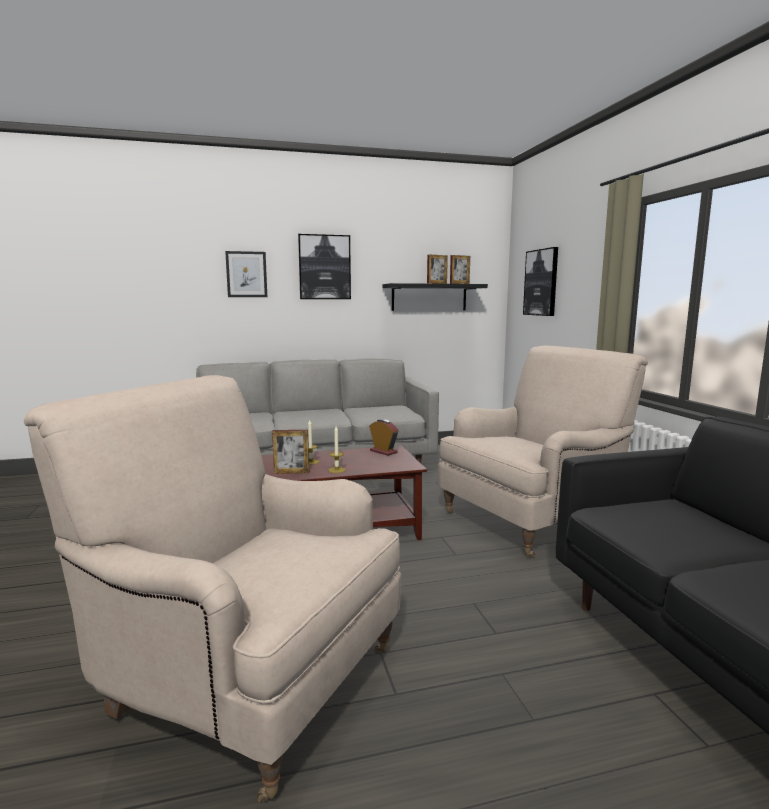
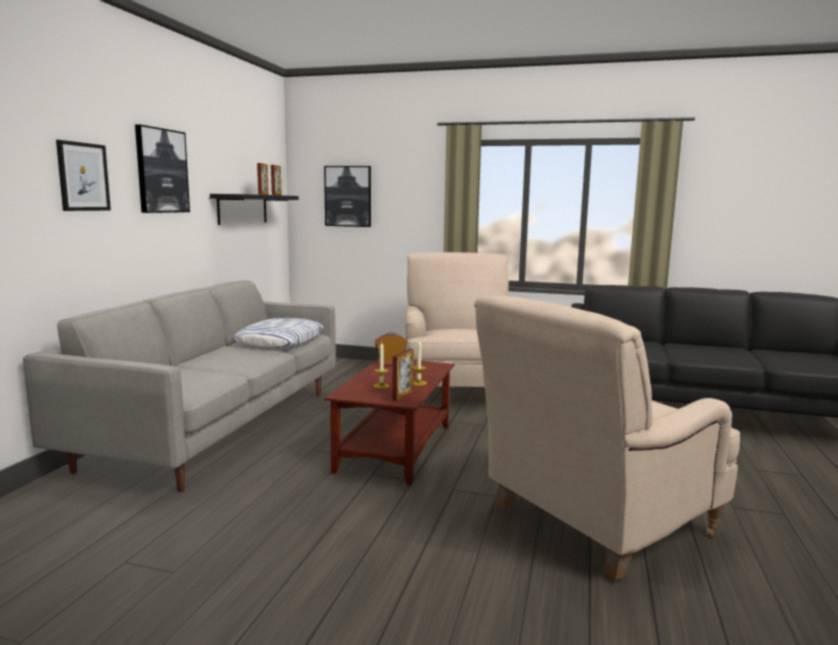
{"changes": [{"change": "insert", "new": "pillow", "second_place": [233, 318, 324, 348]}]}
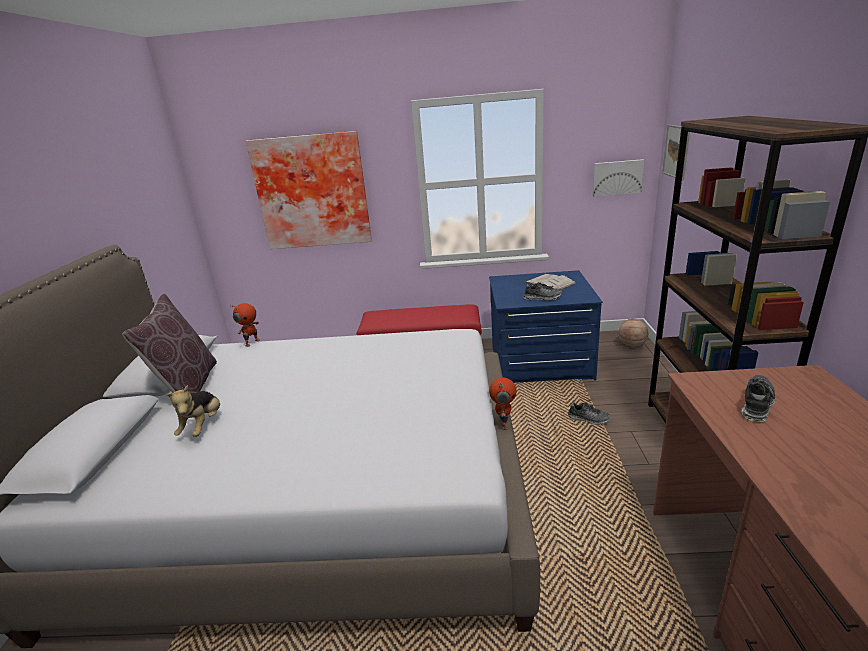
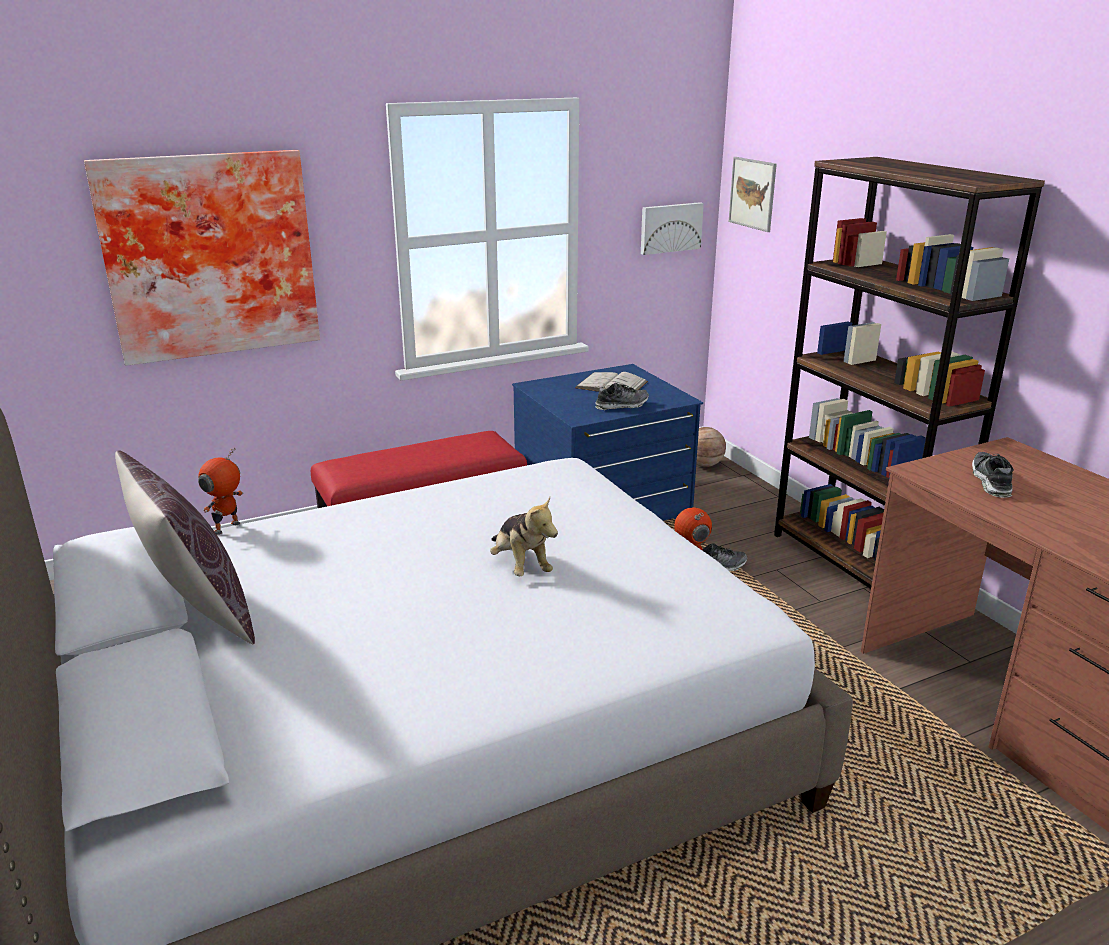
{"changes": [{"change": "move", "old": "plush toy", "first_place": [166, 385, 220, 437], "second_place": [490, 497, 558, 576]}, {"change": "rotate", "old": "toy robot", "first_place": [230, 303, 260, 347], "second_place": [198, 448, 243, 535], "degrees": -150}]}
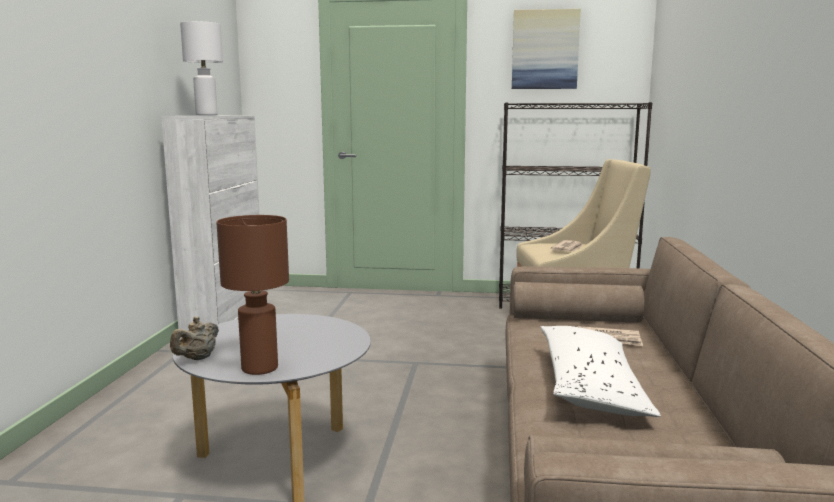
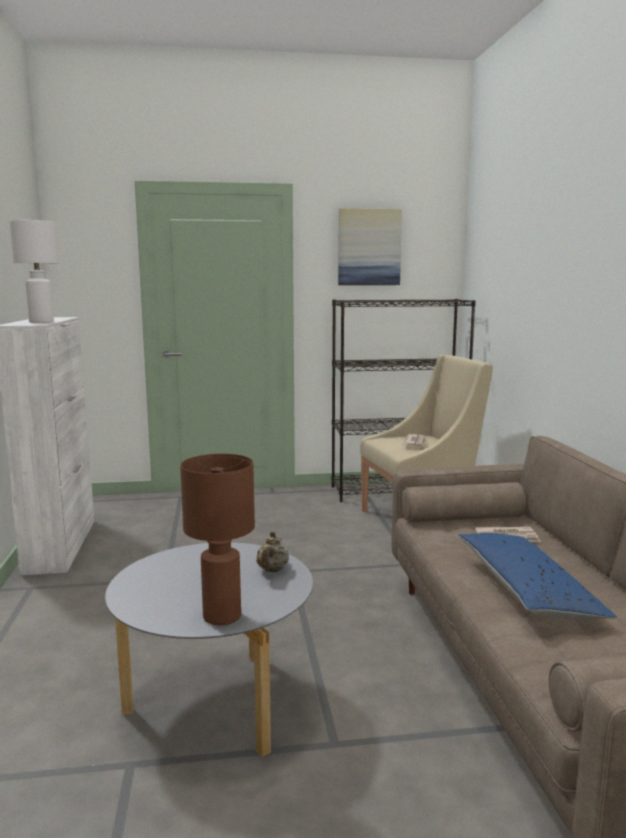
{"changes": [{"change": "move", "old": "beige teapot", "first_place": [170, 317, 219, 360], "second_place": [256, 531, 289, 572]}, {"change": "recolor", "old": "white pillow", "new": "blue pillow", "first_place": [540, 326, 661, 417], "second_place": [458, 533, 617, 620]}]}
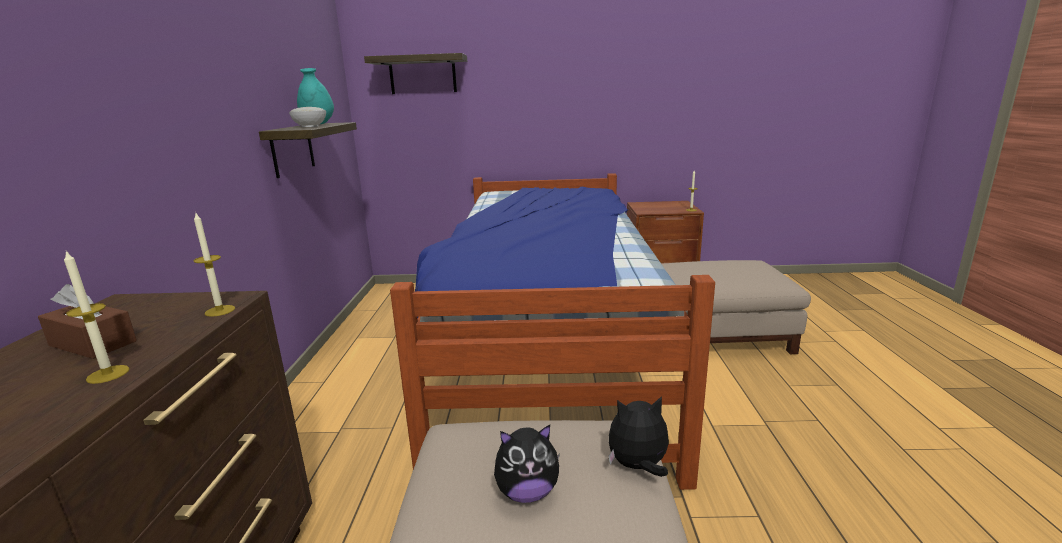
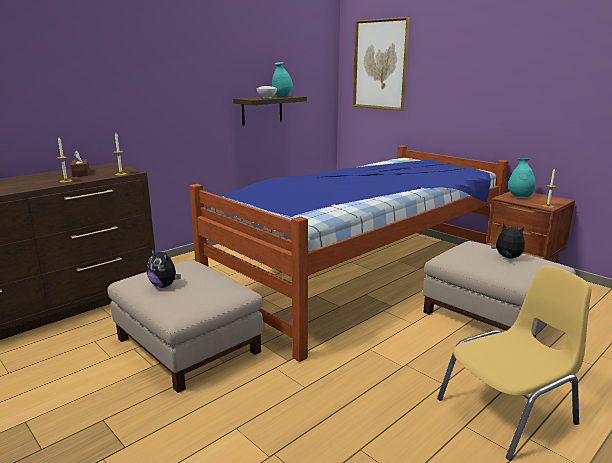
{"changes": [{"change": "insert", "new": "yellow chair", "second_place": [437, 265, 592, 461]}, {"change": "insert", "new": "turquoise vase", "second_place": [508, 158, 536, 197]}, {"change": "move", "old": "plush toy", "first_place": [608, 396, 669, 477], "second_place": [492, 223, 525, 259]}, {"change": "replace", "old": "shelf", "new": "picture", "first_place": [364, 53, 467, 94], "second_place": [353, 17, 410, 111]}]}
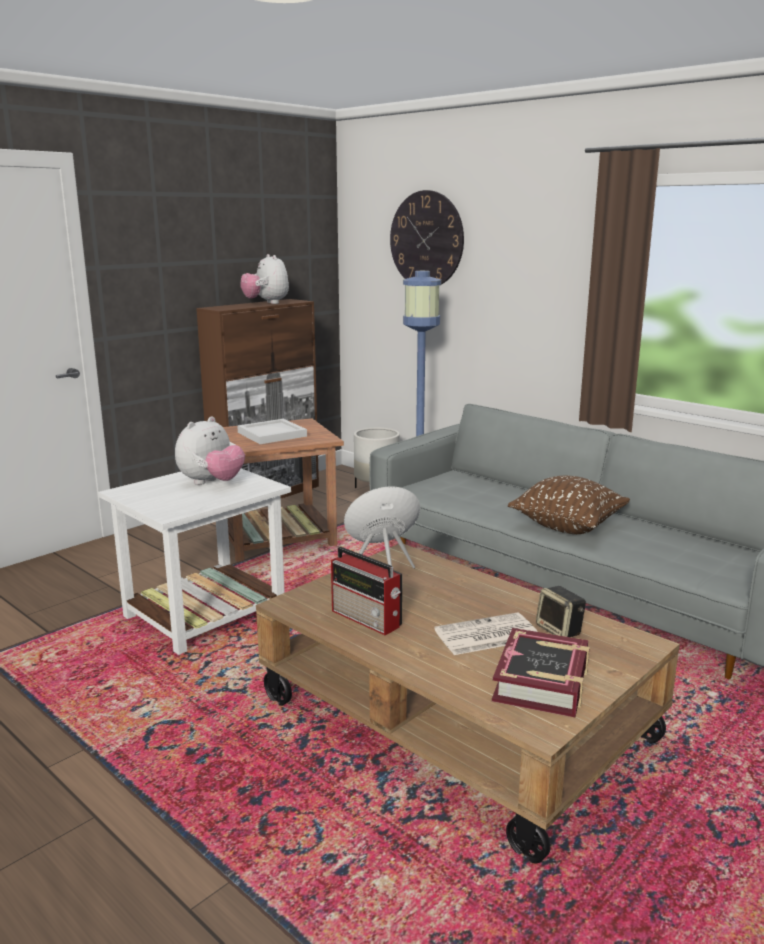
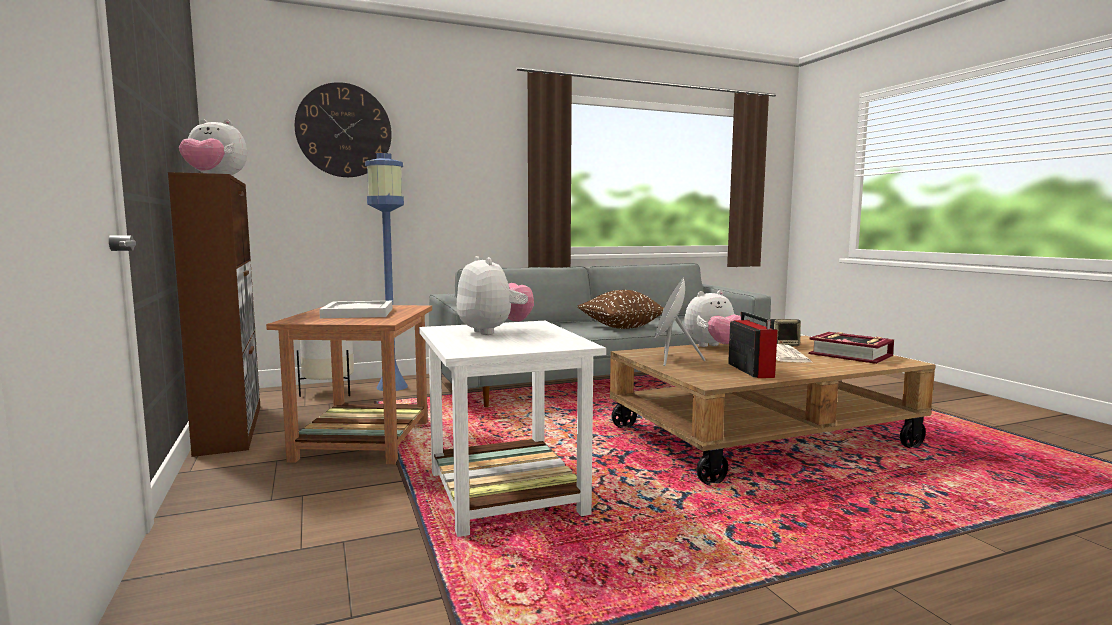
{"changes": [{"change": "insert", "new": "plush toy", "second_place": [685, 290, 741, 347]}, {"change": "rotate", "old": "radio", "first_place": [331, 547, 402, 635], "second_place": [728, 312, 778, 378], "degrees": -75}]}
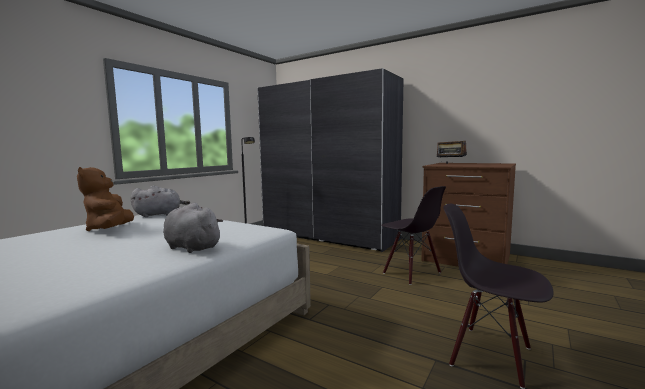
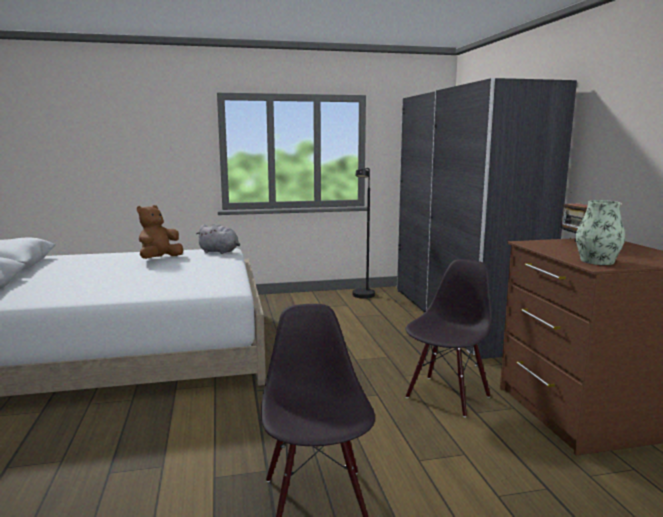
{"changes": [{"change": "delete", "old": "grey plush toy", "first_place": [163, 203, 223, 253]}, {"change": "insert", "new": "vase", "second_place": [576, 200, 625, 265]}, {"change": "rotate", "old": "black chair", "first_place": [381, 186, 446, 285], "second_place": [406, 259, 492, 417], "degrees": -150}]}
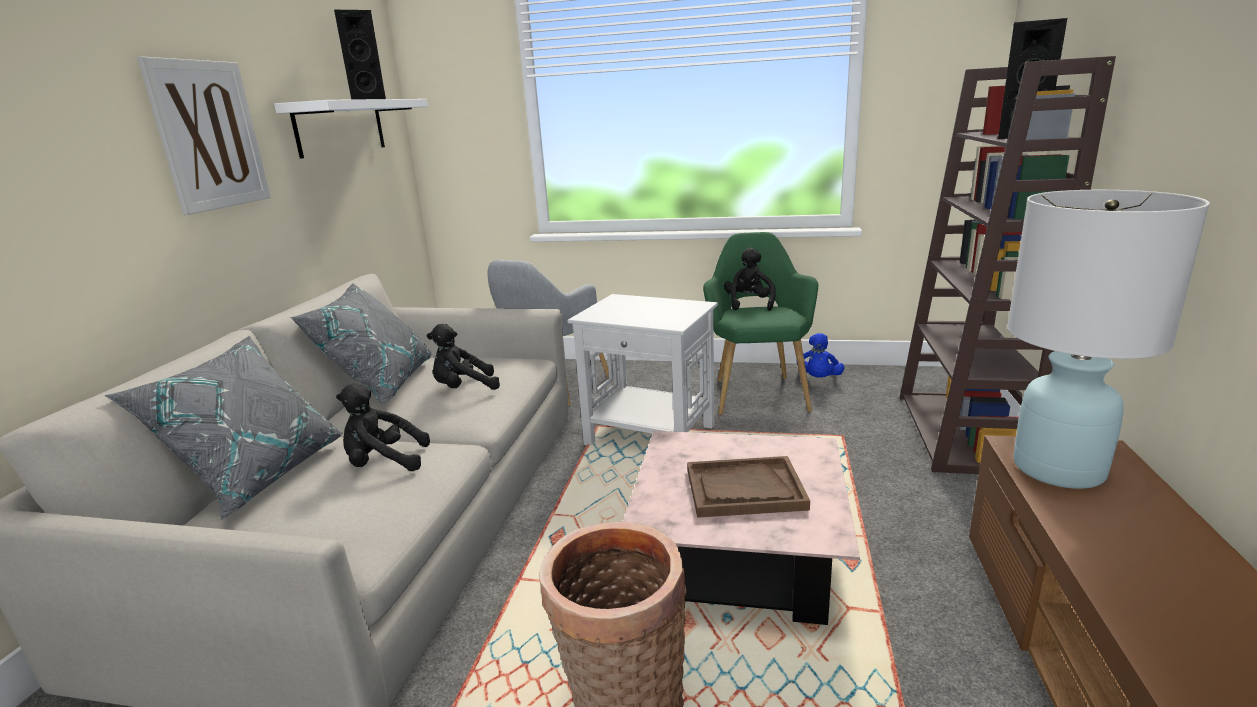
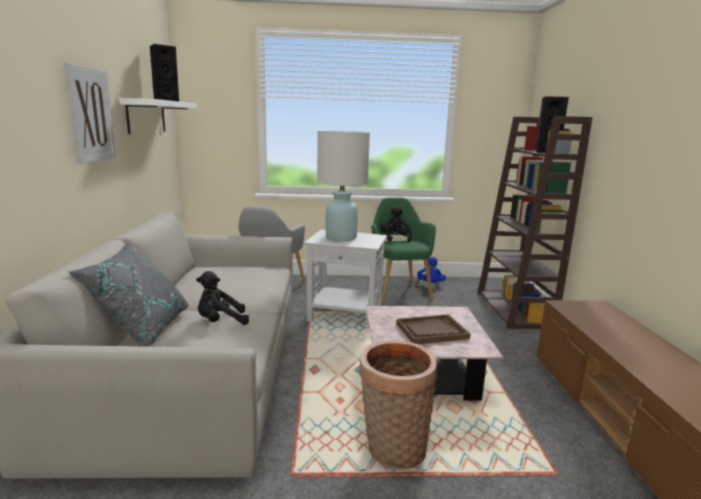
{"changes": [{"change": "delete", "old": "grey pillow", "first_place": [290, 283, 431, 404]}, {"change": "delete", "old": "black plush toy", "first_place": [427, 324, 500, 390]}, {"change": "move", "old": "white table lamp", "first_place": [1007, 190, 1210, 489], "second_place": [317, 131, 370, 241]}]}
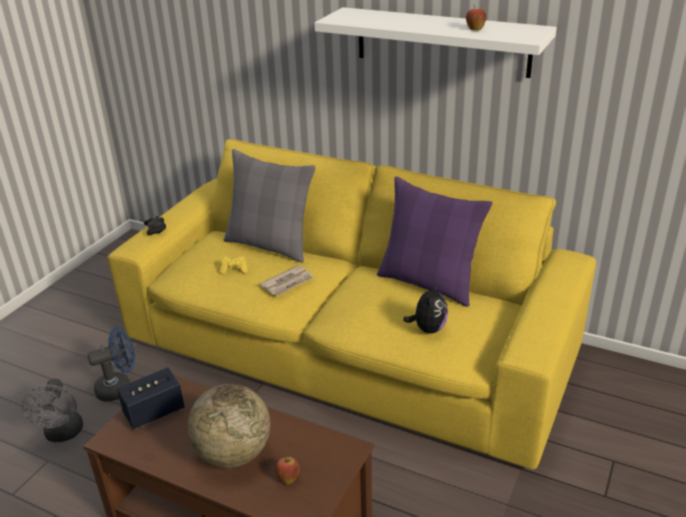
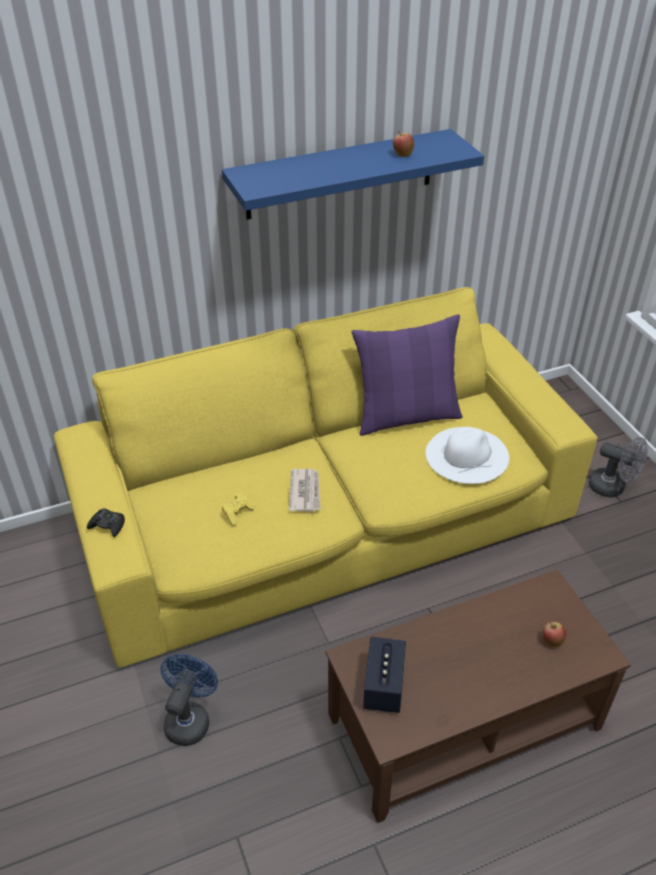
{"changes": [{"change": "delete", "old": "globe", "first_place": [187, 384, 270, 468]}, {"change": "delete", "old": "grey pillow", "first_place": [224, 149, 316, 263]}, {"change": "move", "old": "grey fan", "first_place": [22, 379, 83, 442], "second_place": [589, 437, 648, 498]}, {"change": "replace", "old": "plush toy", "new": "white hat", "first_place": [403, 282, 448, 333], "second_place": [426, 427, 509, 484]}, {"change": "recolor", "old": "white shelf", "new": "blue shelf", "first_place": [314, 7, 557, 78], "second_place": [222, 129, 484, 220]}]}
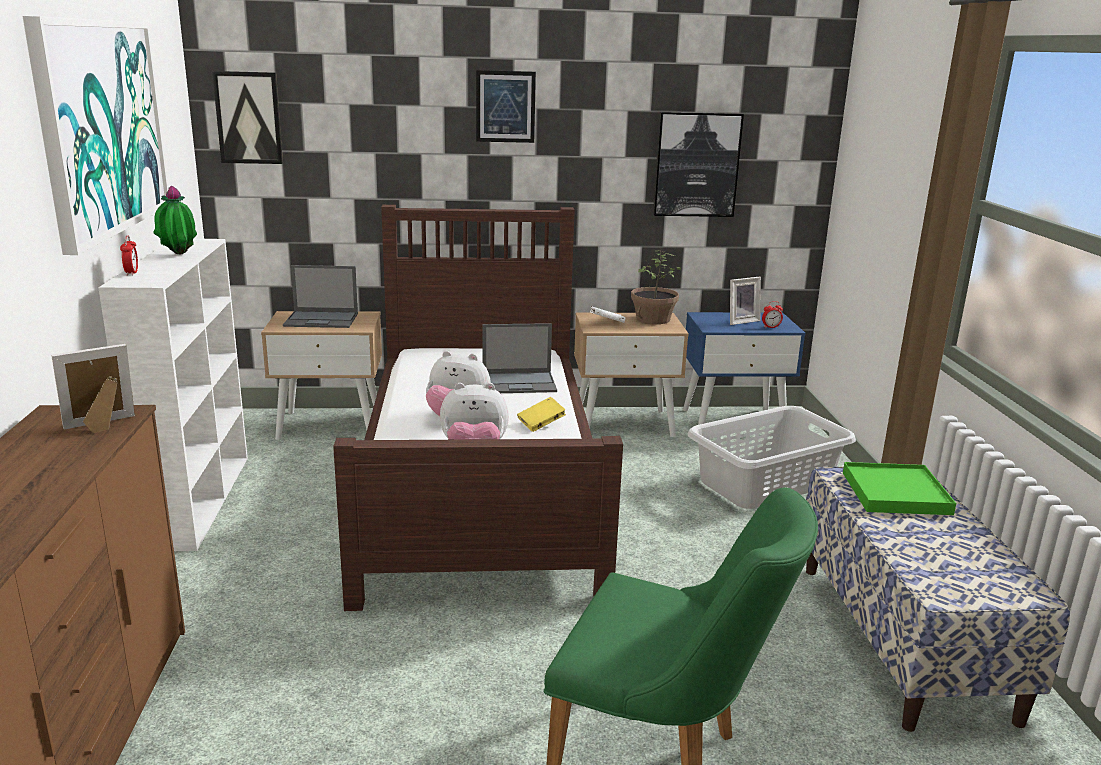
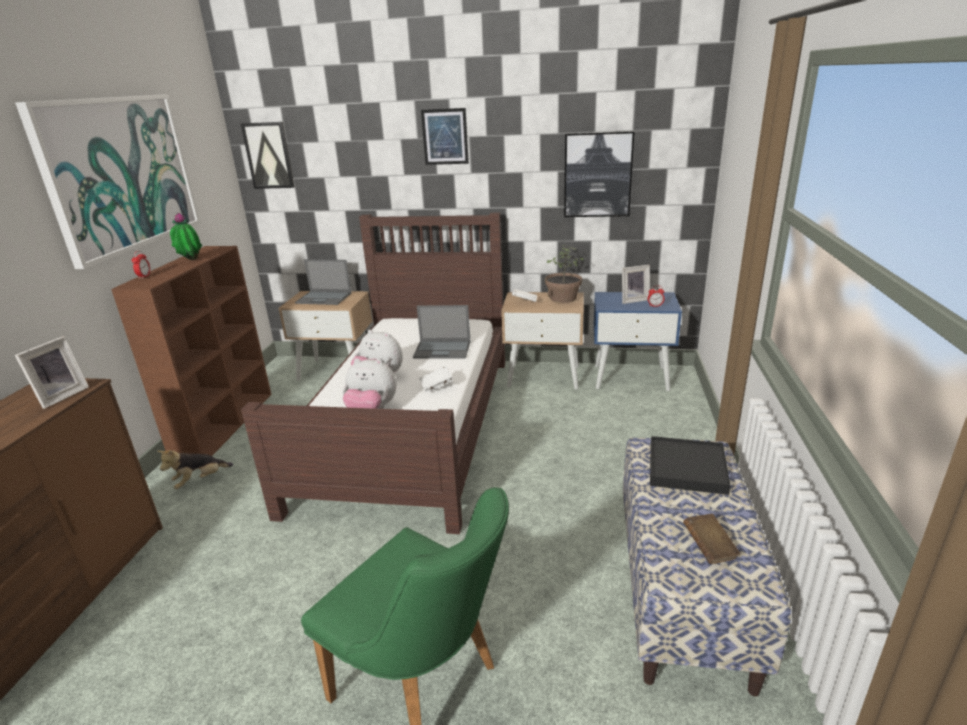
{"changes": [{"change": "delete", "old": "grey laundry basket", "first_place": [687, 406, 856, 509]}, {"change": "insert", "new": "plush toy", "second_place": [157, 450, 233, 489]}, {"change": "insert", "new": "brown book", "second_place": [683, 514, 740, 564]}, {"change": "recolor", "old": "white bookcase", "new": "brown bookcase", "first_place": [98, 239, 248, 551], "second_place": [111, 246, 272, 456]}, {"change": "recolor", "old": "yellow book", "new": "white book", "first_place": [517, 397, 566, 432], "second_place": [419, 366, 453, 393]}, {"change": "recolor", "old": "green tray", "new": "black tray", "first_place": [843, 462, 956, 515], "second_place": [650, 436, 731, 495]}, {"change": "rotate", "old": "picture frame", "first_place": [51, 344, 135, 433], "second_place": [15, 336, 89, 409], "degrees": 135}]}
